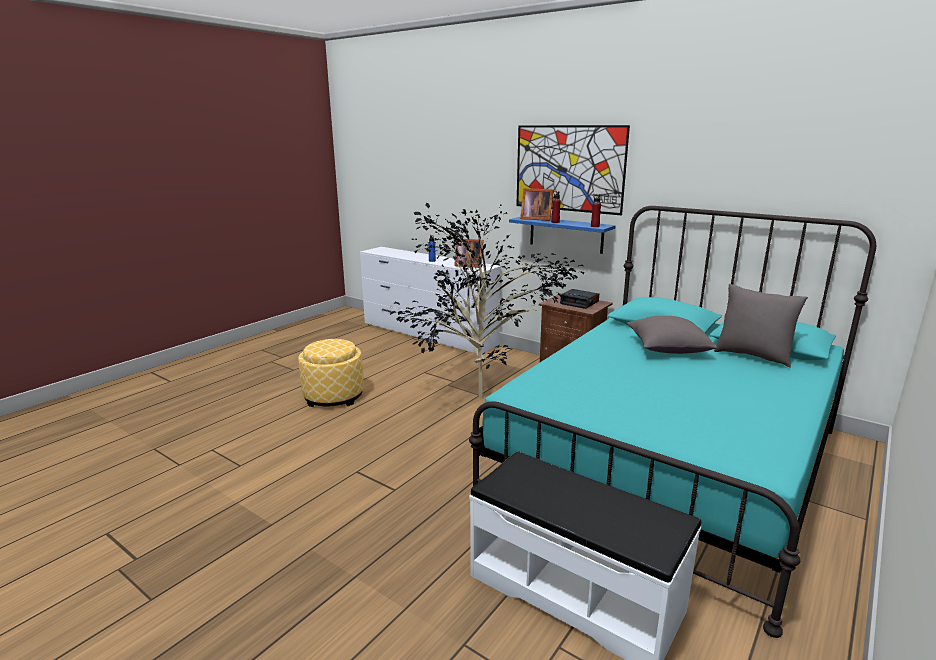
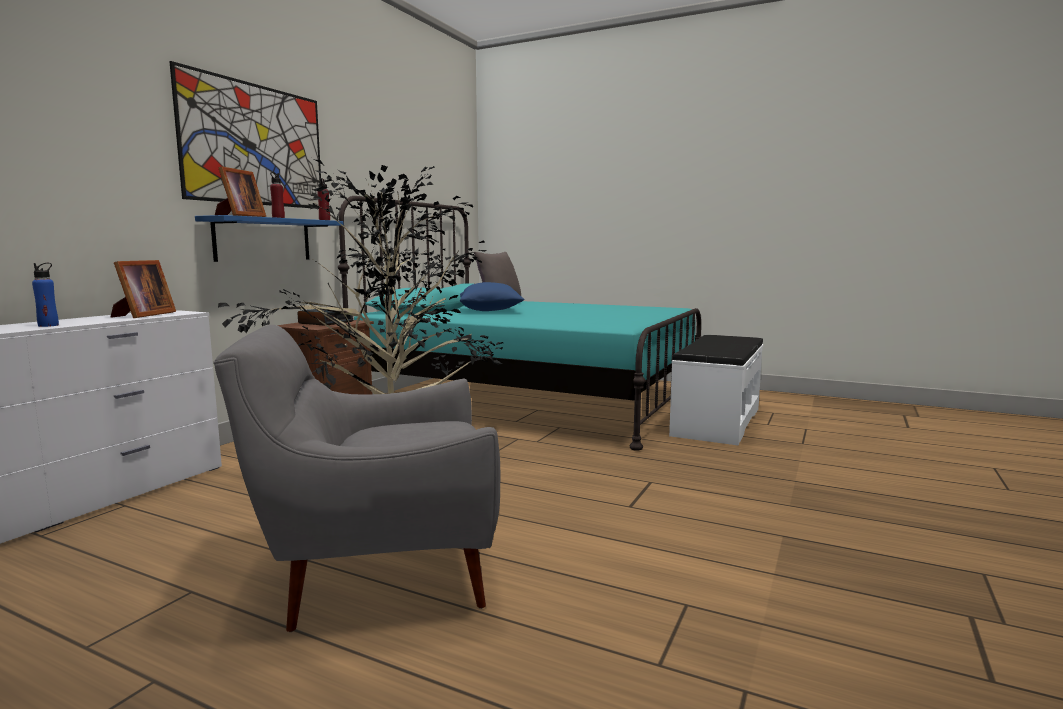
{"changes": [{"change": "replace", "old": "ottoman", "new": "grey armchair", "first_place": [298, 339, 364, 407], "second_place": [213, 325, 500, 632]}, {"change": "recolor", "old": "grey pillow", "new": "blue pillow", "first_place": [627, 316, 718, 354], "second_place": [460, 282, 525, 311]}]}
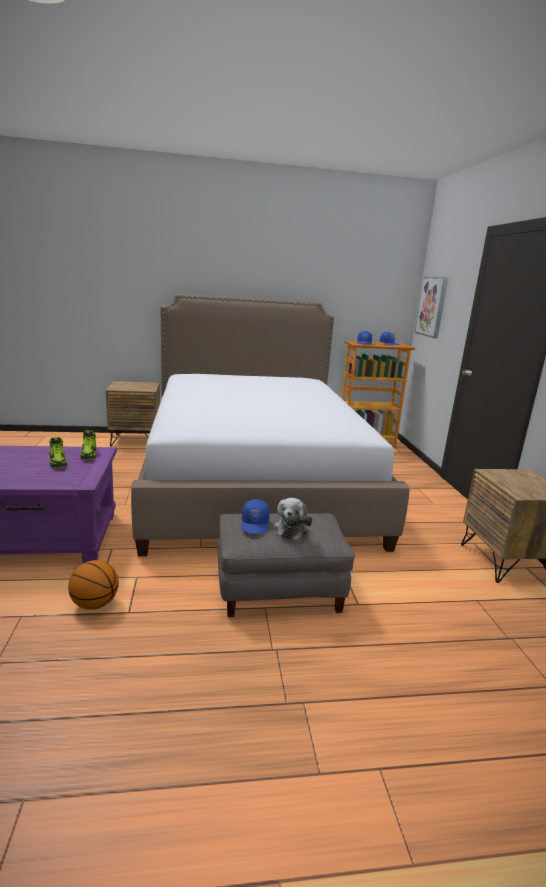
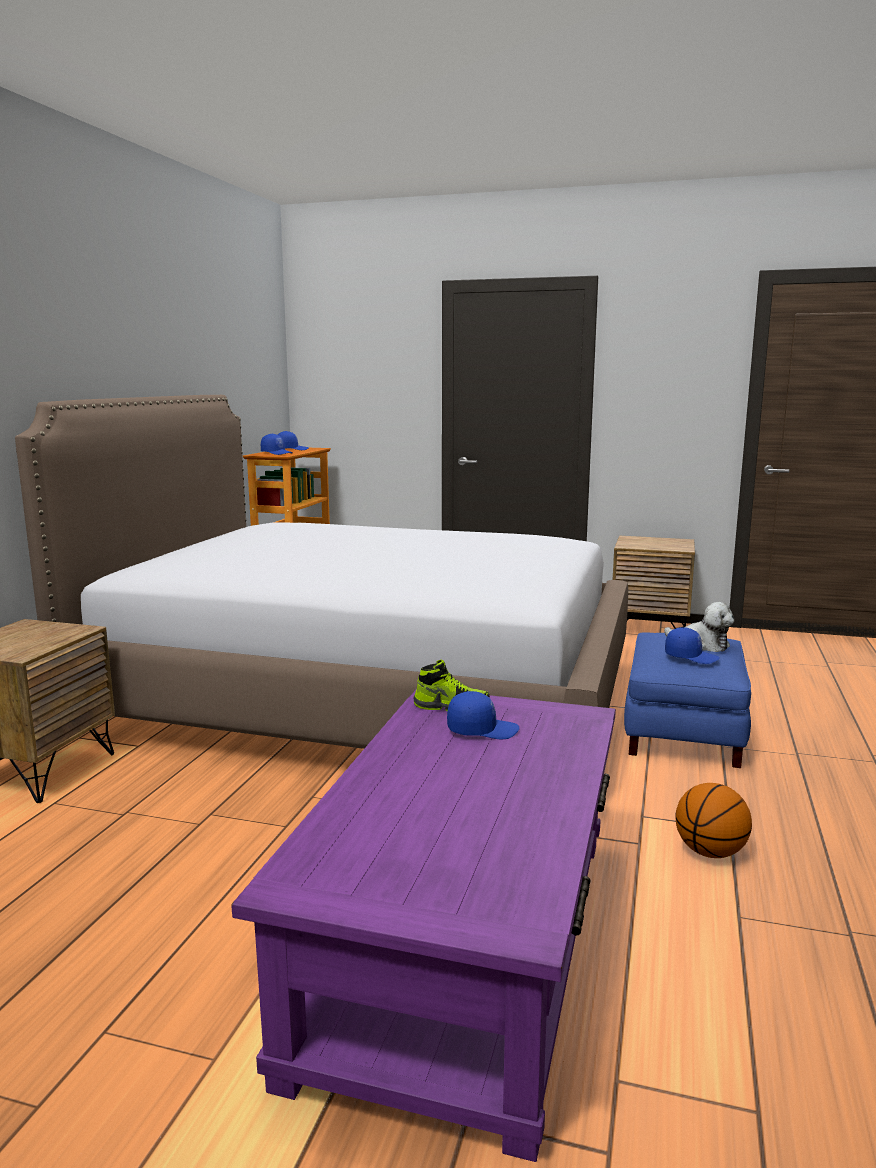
{"changes": [{"change": "delete", "old": "picture", "first_place": [415, 277, 448, 339]}, {"change": "replace", "old": "shoe", "new": "blue cap", "first_place": [49, 437, 67, 468], "second_place": [447, 691, 519, 739]}, {"change": "recolor", "old": "grey ottoman", "new": "blue ottoman", "first_place": [218, 513, 355, 617], "second_place": [624, 632, 751, 768]}]}
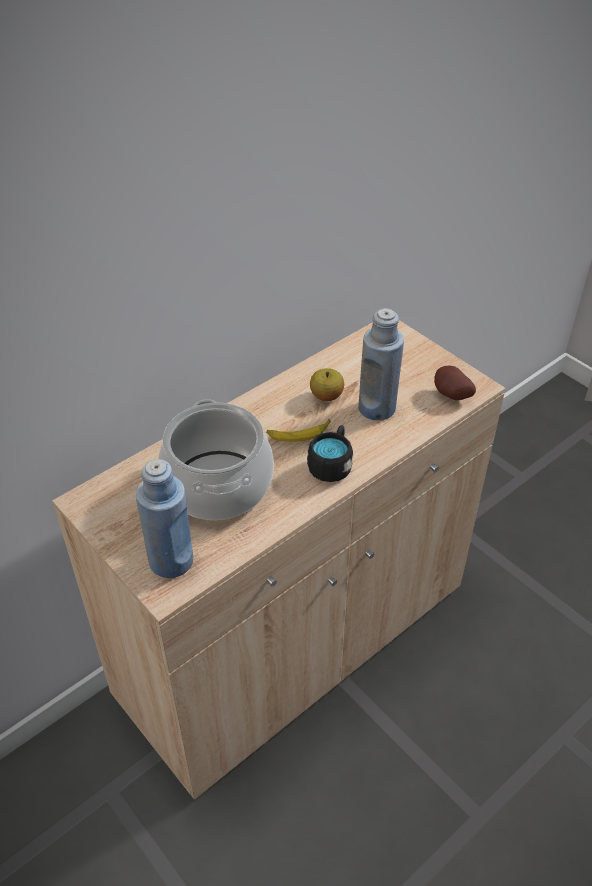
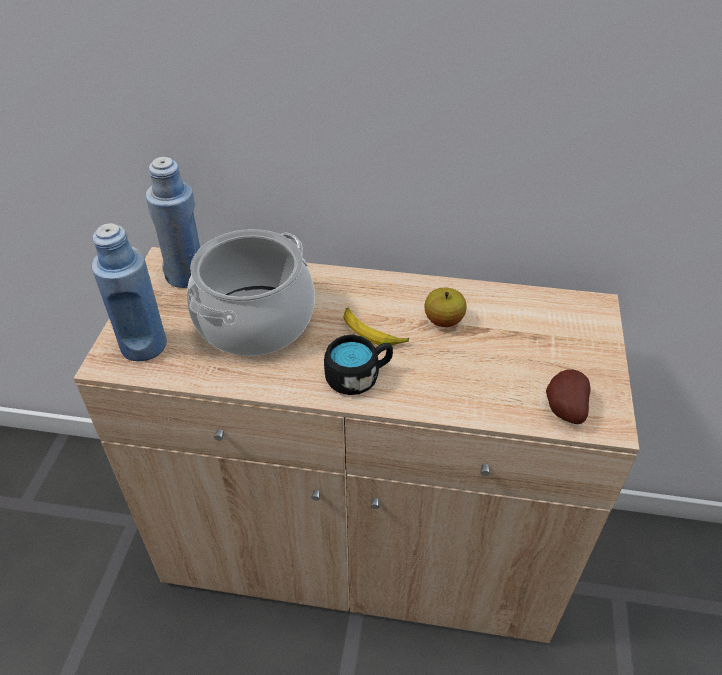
{"changes": [{"change": "move", "old": "blue bottle", "first_place": [358, 308, 404, 421], "second_place": [146, 157, 201, 288]}]}
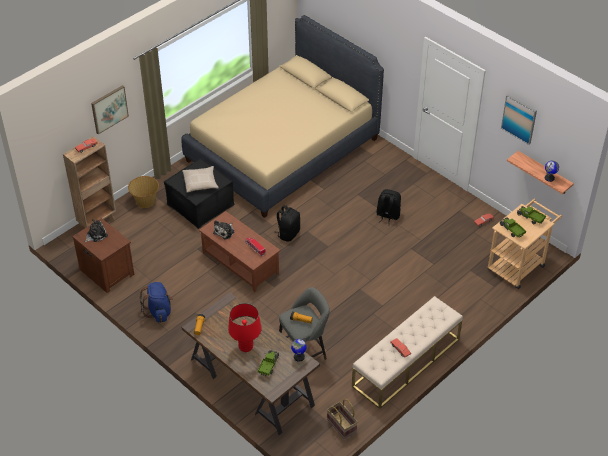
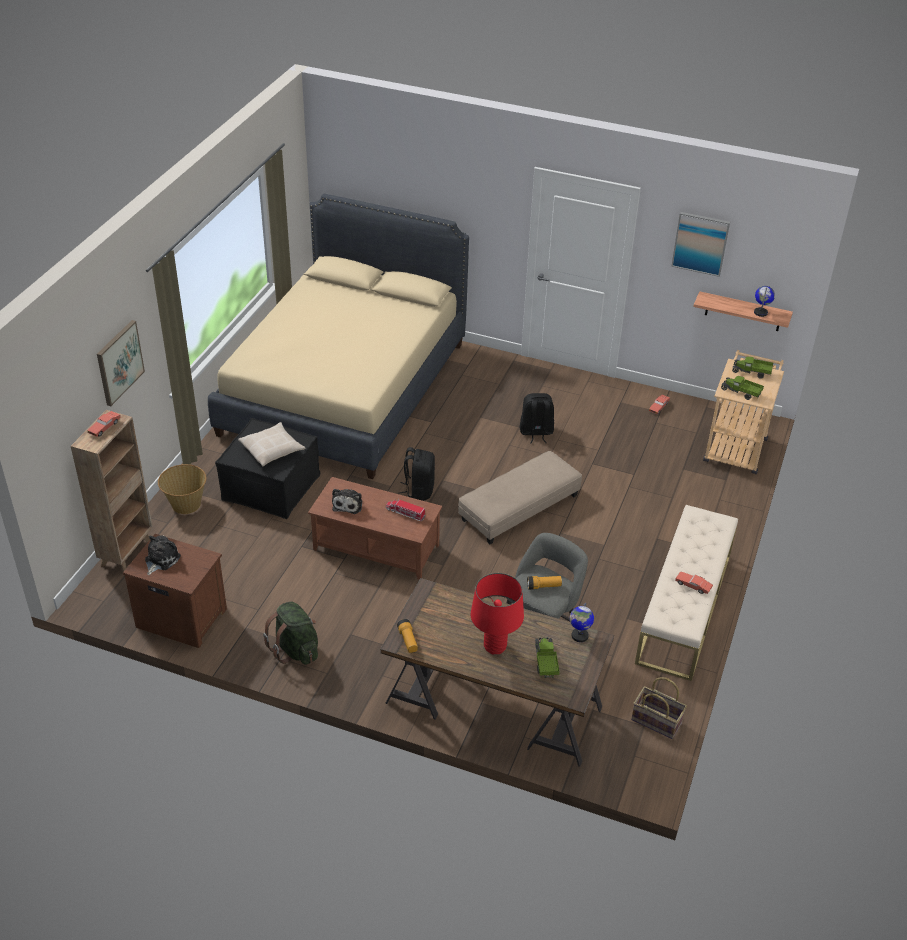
{"changes": [{"change": "insert", "new": "beige ottoman", "second_place": [458, 451, 582, 544]}, {"change": "recolor", "old": "blue backpack", "new": "green backpack", "first_place": [140, 282, 173, 322], "second_place": [263, 601, 318, 665]}]}
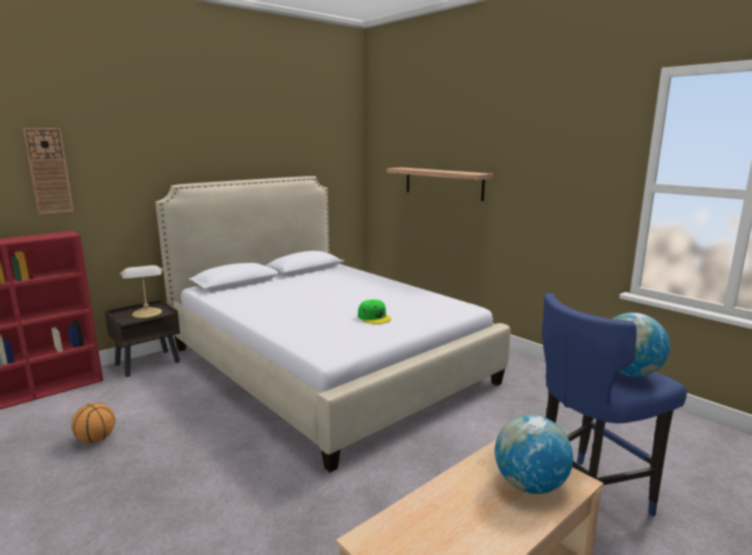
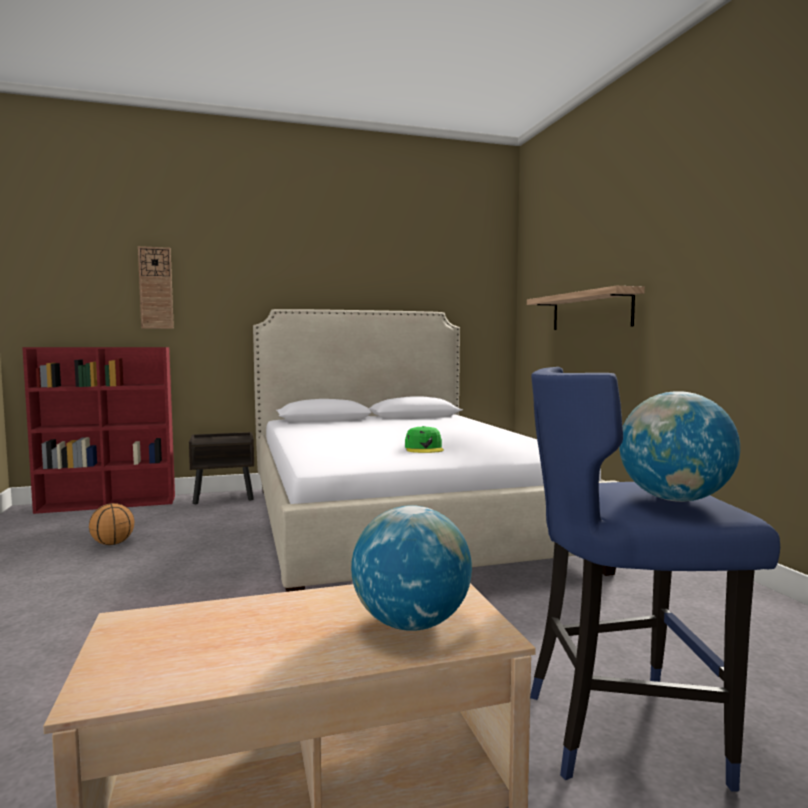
{"changes": [{"change": "delete", "old": "table lamp", "first_place": [120, 265, 163, 318]}]}
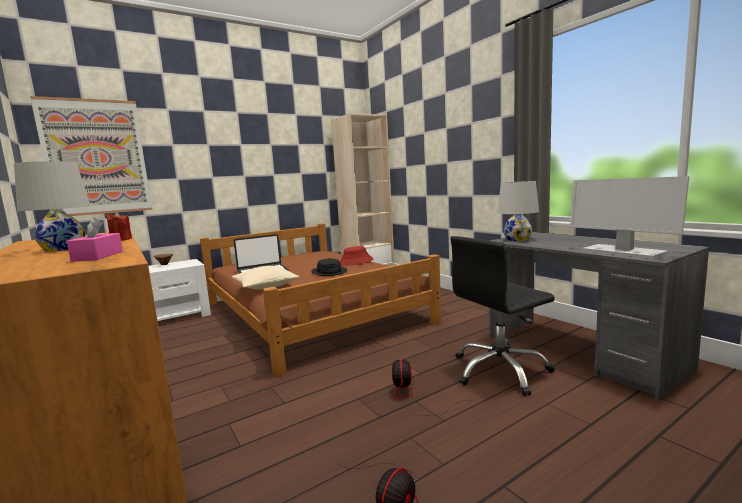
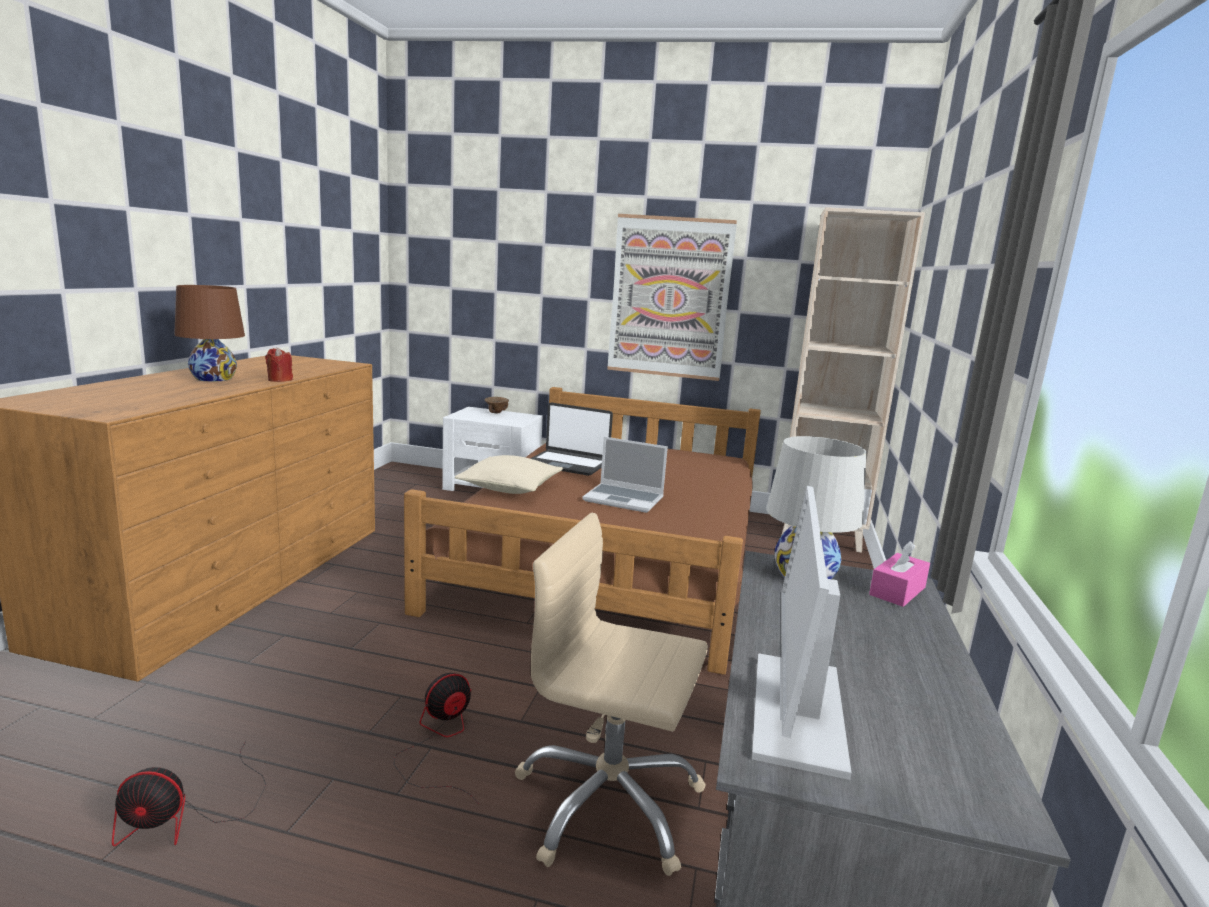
{"changes": [{"change": "delete", "old": "red hat", "first_place": [340, 246, 374, 266]}, {"change": "move", "old": "picture", "first_place": [30, 96, 152, 216], "second_place": [607, 214, 737, 381]}, {"change": "move", "old": "pink tissue box", "first_place": [67, 217, 123, 262], "second_place": [869, 541, 930, 607]}, {"change": "replace", "old": "black hat", "new": "laptop", "first_place": [311, 258, 348, 276], "second_place": [582, 437, 668, 513]}, {"change": "recolor", "old": "white table lamp", "new": "brown table lamp", "first_place": [14, 161, 90, 251], "second_place": [174, 285, 245, 382]}, {"change": "recolor", "old": "black office chair", "new": "beige office chair", "first_place": [450, 236, 555, 396], "second_place": [515, 512, 708, 876]}]}
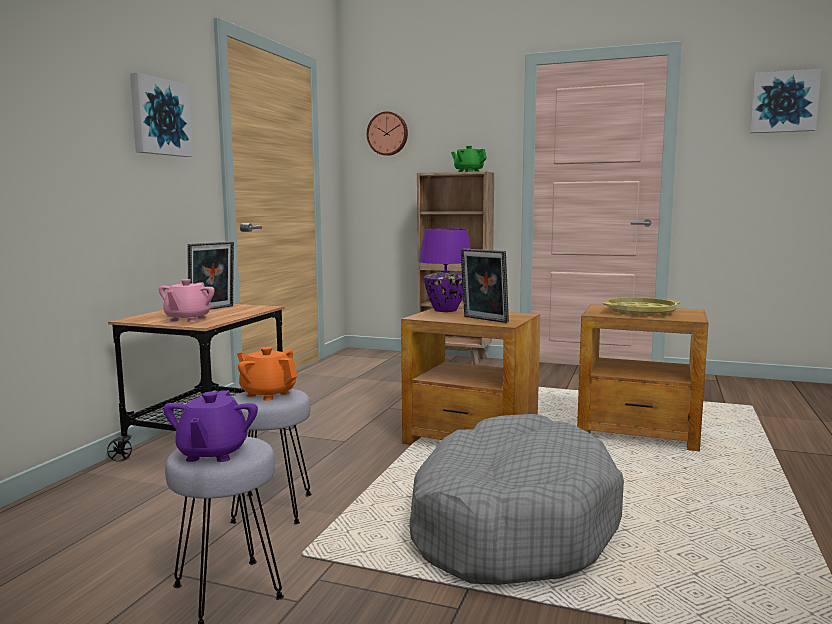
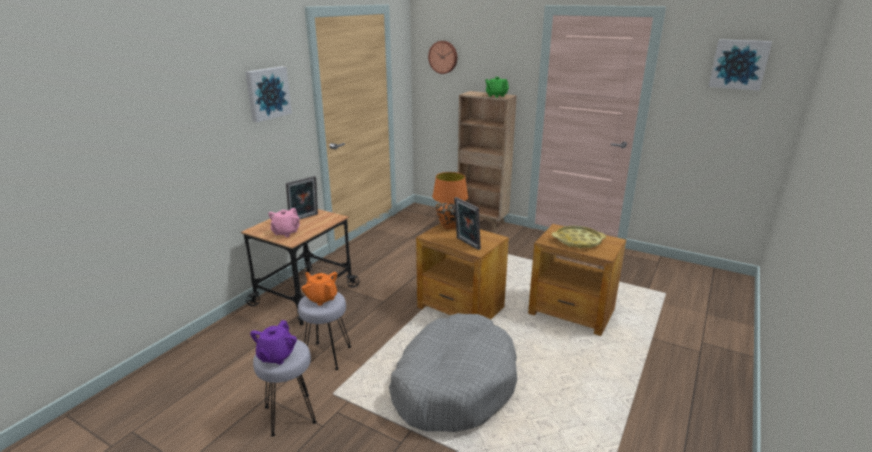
{"changes": [{"change": "recolor", "old": "purple table lamp", "new": "orange table lamp", "first_place": [418, 229, 471, 312], "second_place": [432, 172, 468, 229]}]}
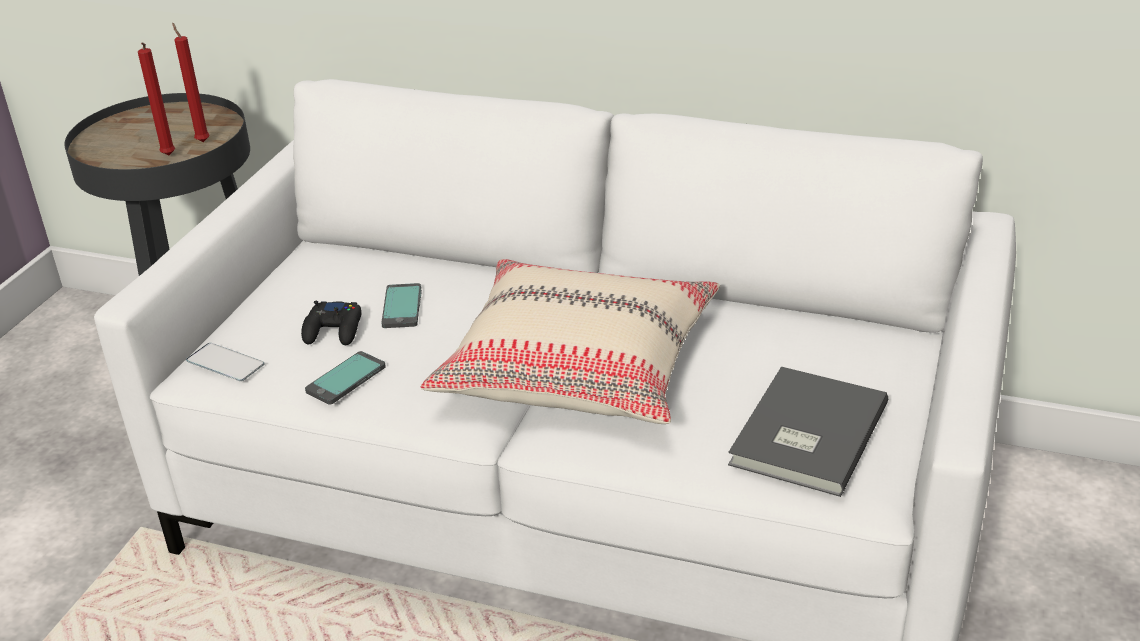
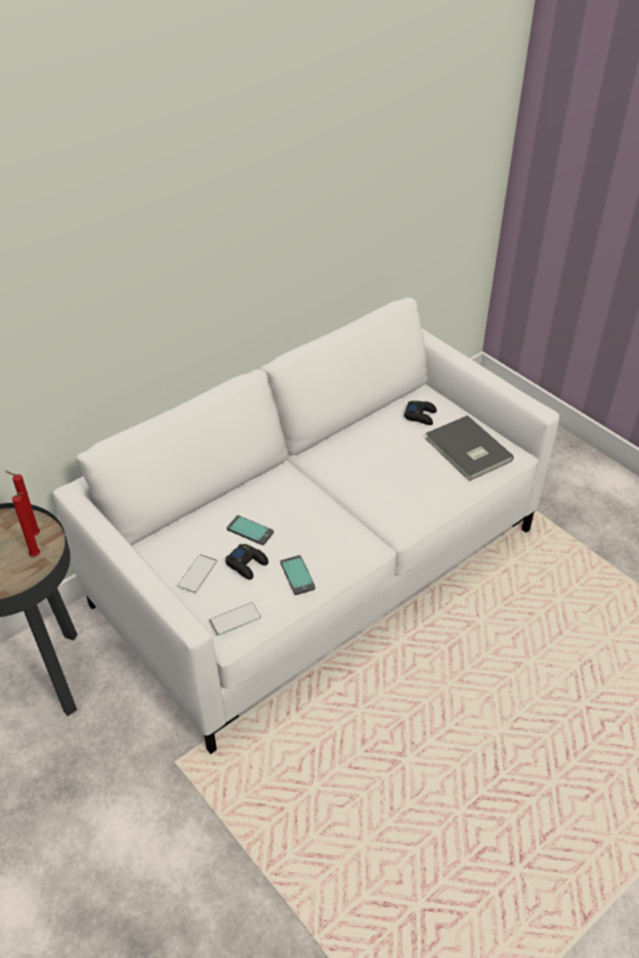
{"changes": [{"change": "delete", "old": "beige pillow", "first_place": [421, 259, 720, 424]}, {"change": "insert", "new": "phone", "second_place": [178, 554, 217, 593]}, {"change": "insert", "new": "black game controller", "second_place": [404, 401, 437, 425]}]}
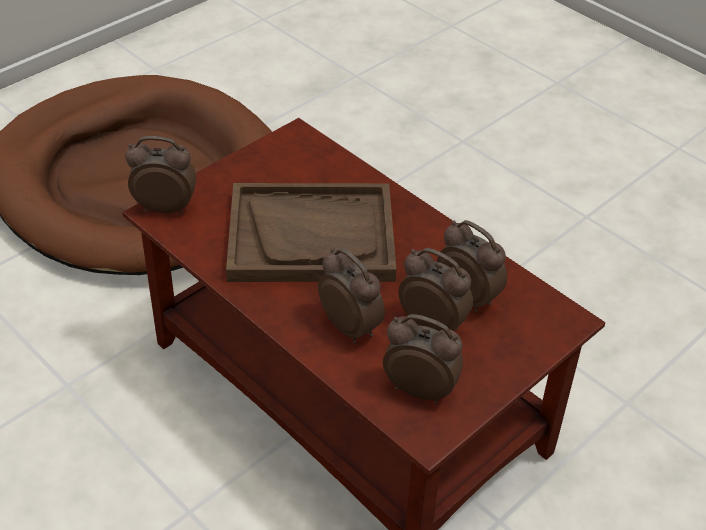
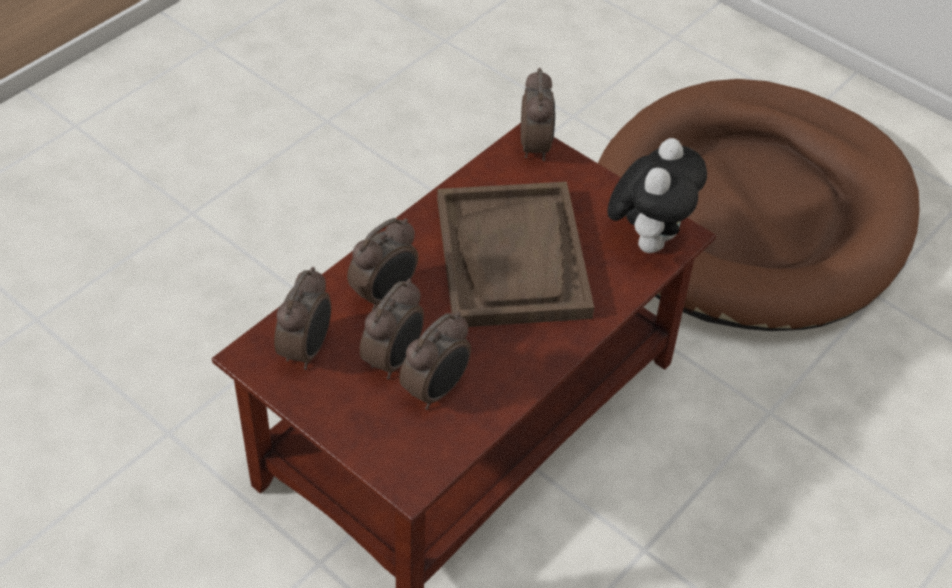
{"changes": [{"change": "insert", "new": "plush toy", "second_place": [607, 138, 707, 253]}]}
